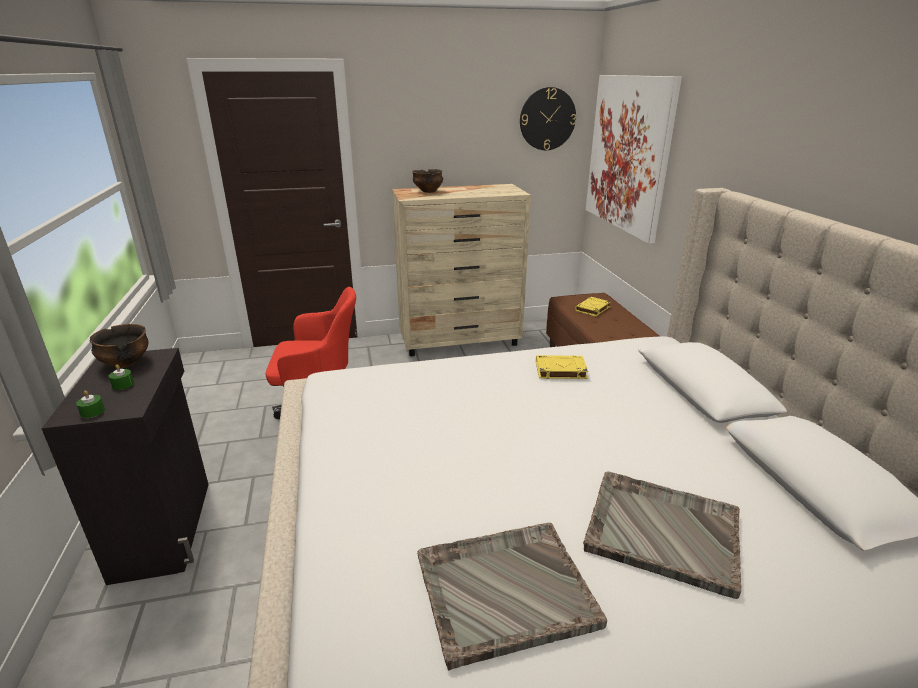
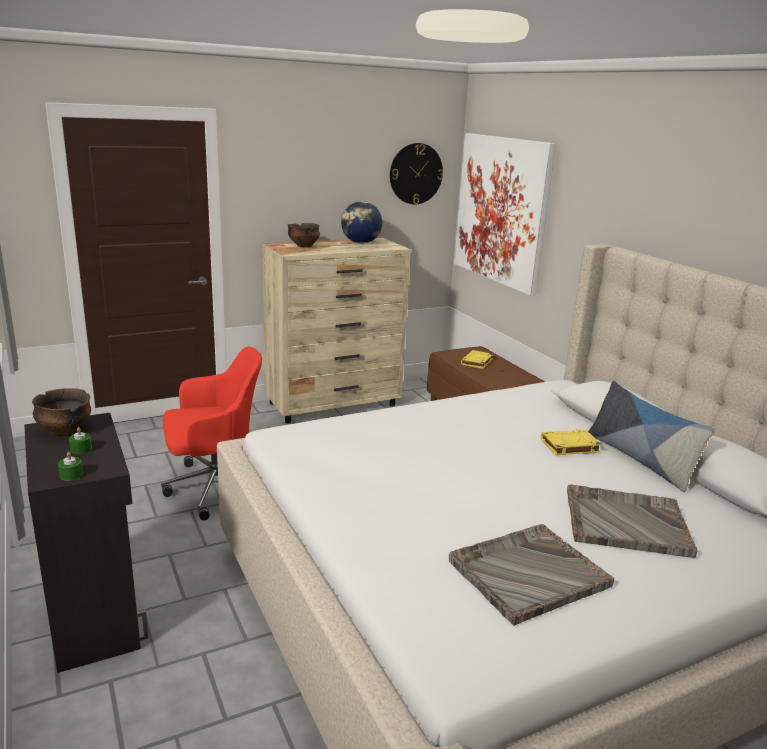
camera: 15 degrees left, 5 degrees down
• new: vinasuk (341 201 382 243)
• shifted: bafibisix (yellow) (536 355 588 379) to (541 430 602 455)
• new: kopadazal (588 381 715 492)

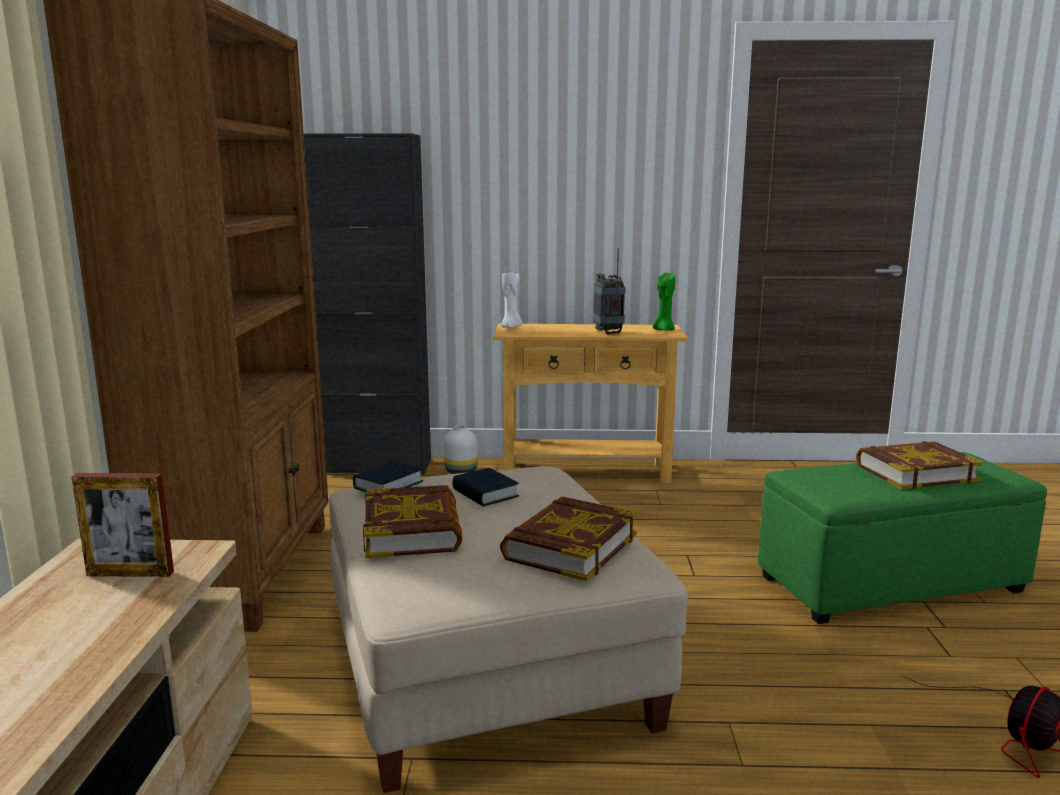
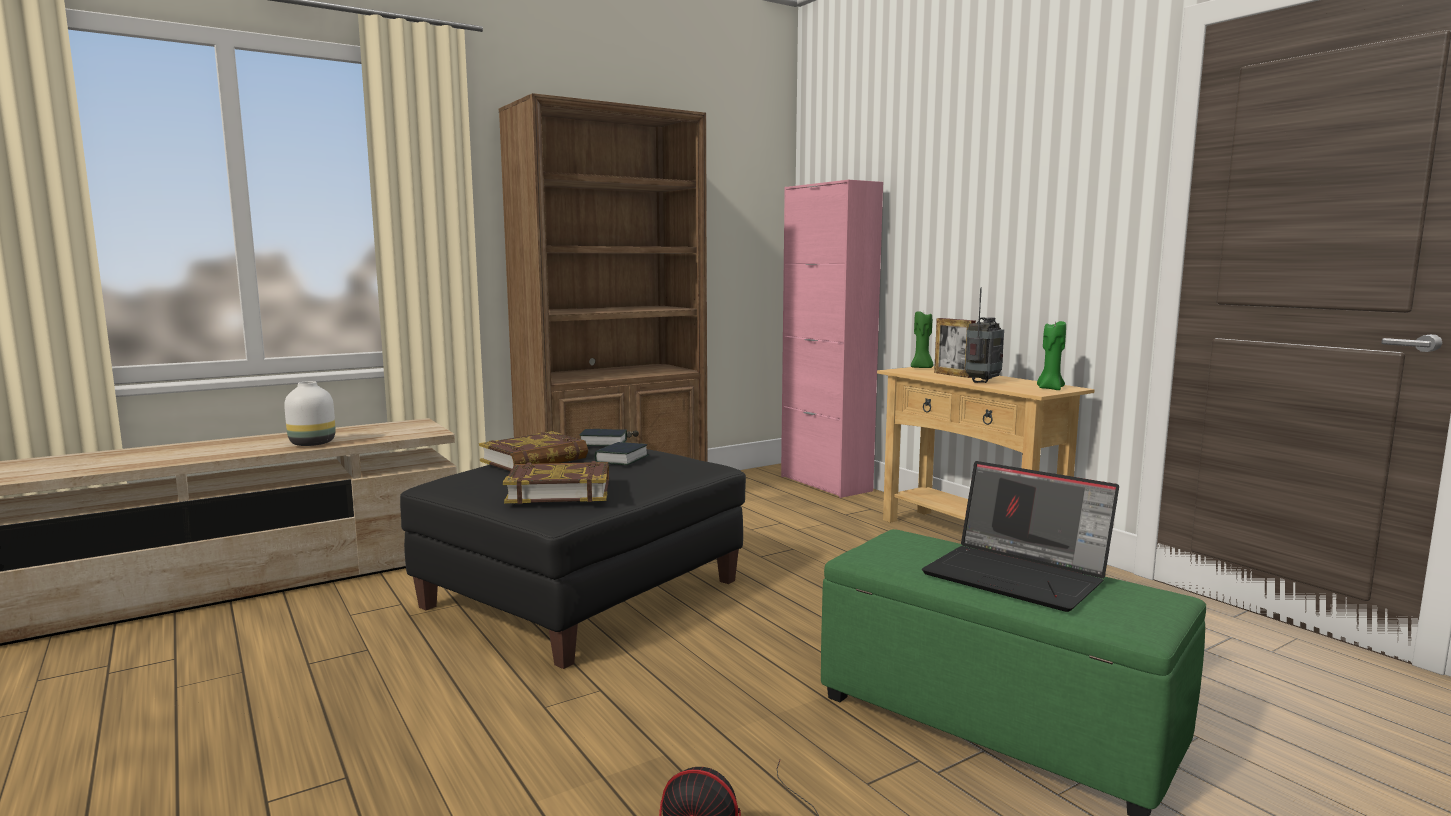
camera: 55 degrees right, 5 degrees down
• shifted: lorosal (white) (444 425 478 474) to (284 381 336 446)
• repainted: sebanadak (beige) (329 466 688 793) to sebanadak (black) (400 446 746 669)
• repainted: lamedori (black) (304 133 431 475) to lamedori (pink) (781 180 883 498)
• repainted: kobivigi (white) (501 271 522 328) to kobivigi (green) (911 311 933 368)
• swapped: bafibisix (856 441 983 489) to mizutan (922 461 1119 612)
• shifted: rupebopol (72 473 174 577) to (934 318 976 378)

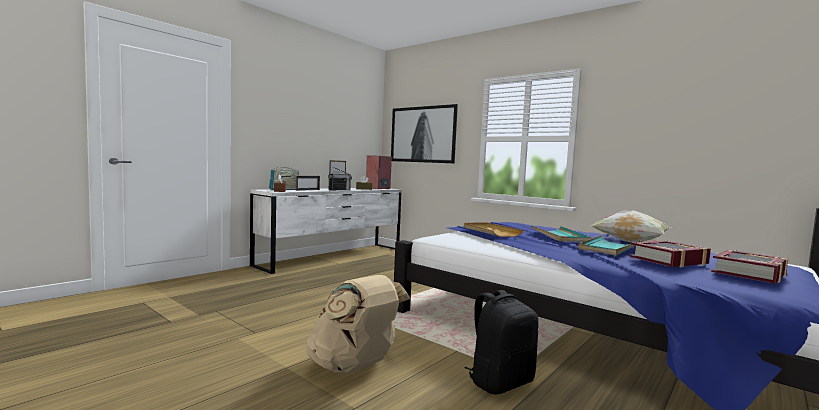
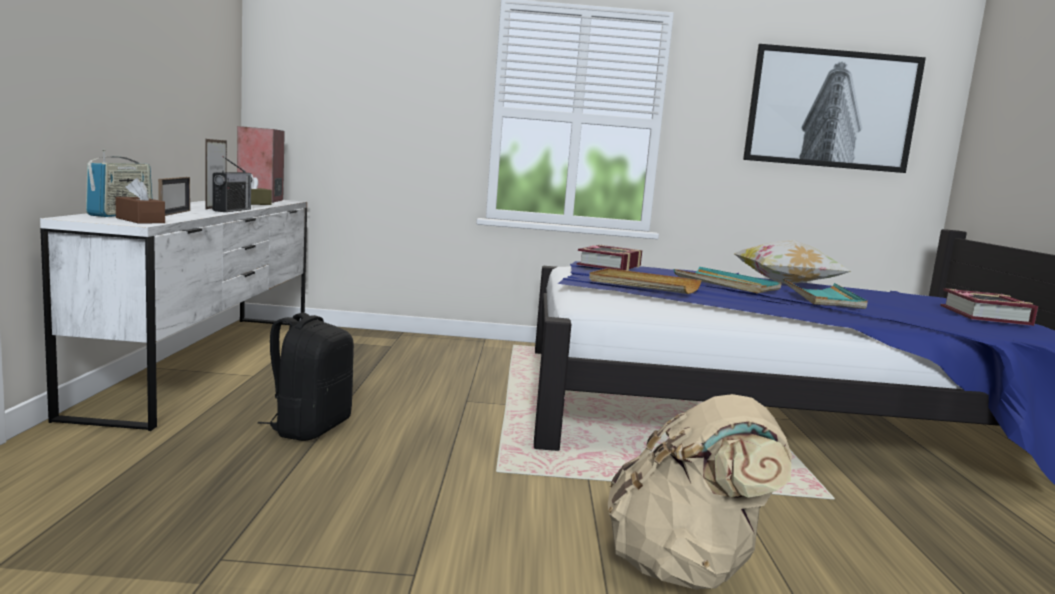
camera: 40 degrees left, 5 degrees up
• shifted: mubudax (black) (465 290 539 394) to (258 313 354 441)
• shifted: bafibisix (630 240 711 267) to (576 245 642 271)
• shifted: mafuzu (391 104 458 163) to (743 44 926 173)

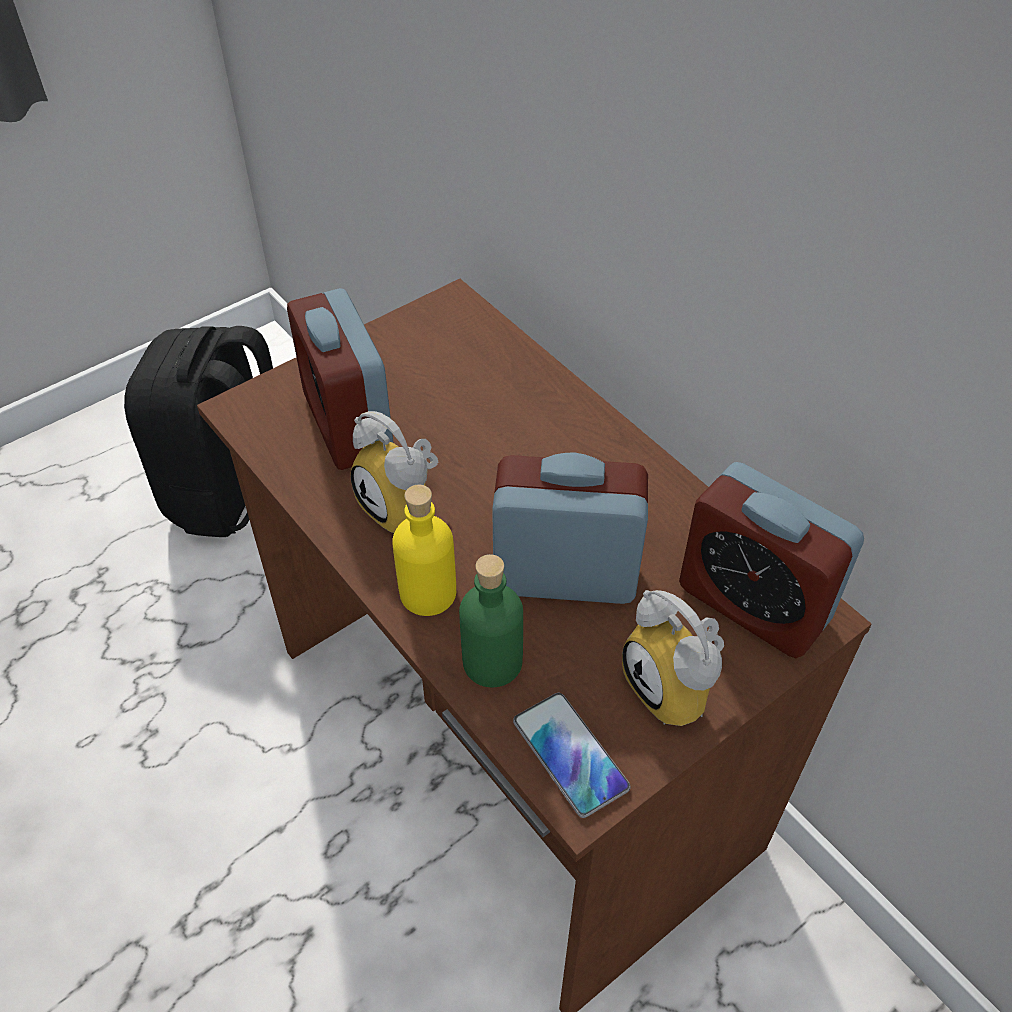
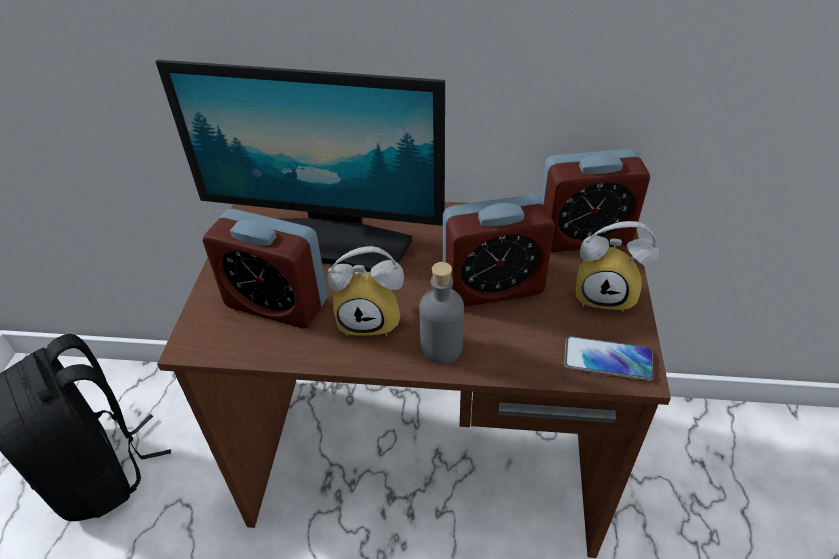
camera: 45 degrees left, 5 degrees down
• new: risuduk (156 60 445 272)
• repainted: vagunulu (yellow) (392 485 456 616) to vagunulu (grey) (419 262 464 364)
• rotated: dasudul (492 452 648 604) = (443 194 555 307) 150 degrees counterclockwise
• gone: vagunulu (green) (459 554 523 687)

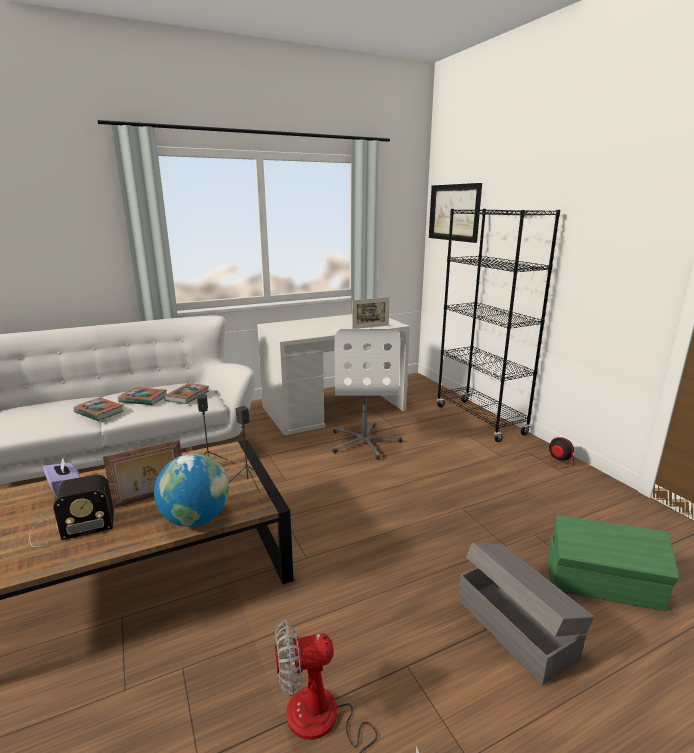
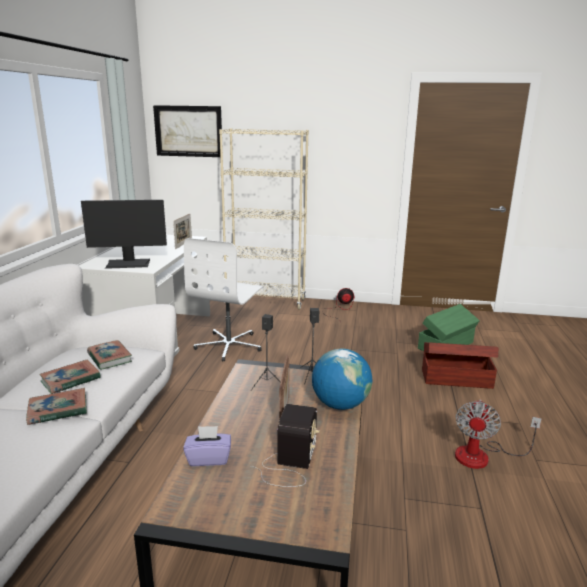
camera: 55 degrees left, 0 degrees up
• new: risuduk (81 200 167 269)
• rotated: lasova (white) (332 329 402 460) = (184 238 264 361) 75 degrees clockwise
• repainted: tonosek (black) (437 209 560 442) to tonosek (beige) (219 128 309 310)
• repainted: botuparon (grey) (458 542 594 685) to botuparon (brown) (422 342 498 389)

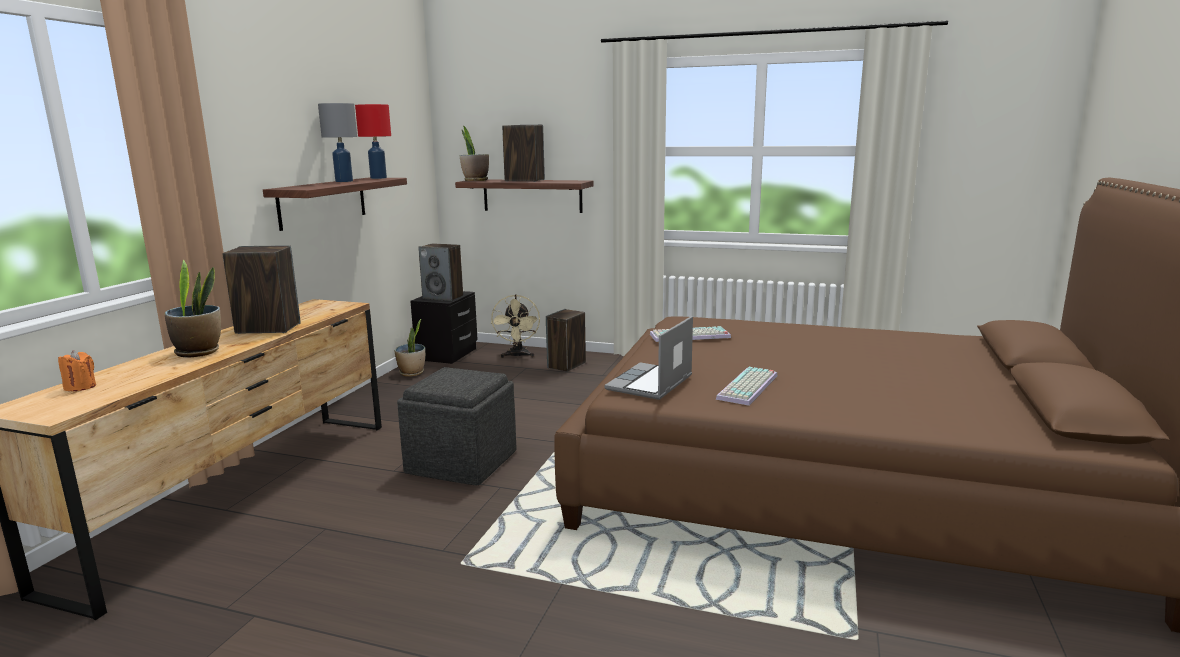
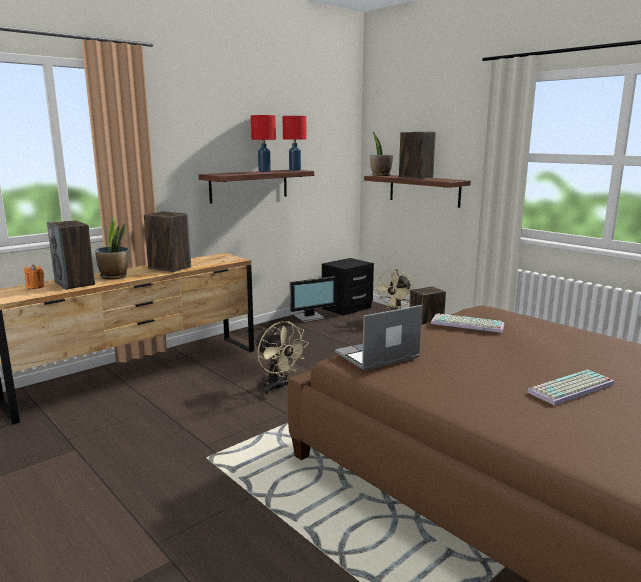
camera: 30 degrees right, 0 degrees up
• shifted: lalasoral (418 243 463 301) to (47 220 95 290)
• repainted: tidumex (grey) (318 103 357 182) to tidumex (red) (251 115 276 172)
• swapped: sebanadak (grey) (397 367 516 486) to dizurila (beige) (254 321 309 394)
• swapped: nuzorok (394 319 425 377) to risuduk (290 276 336 322)
• shifted: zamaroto (716 367 777 406) to (527 370 614 406)

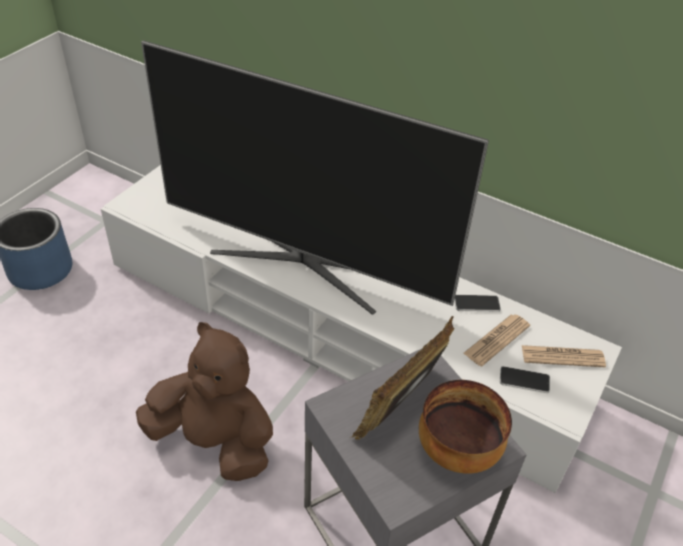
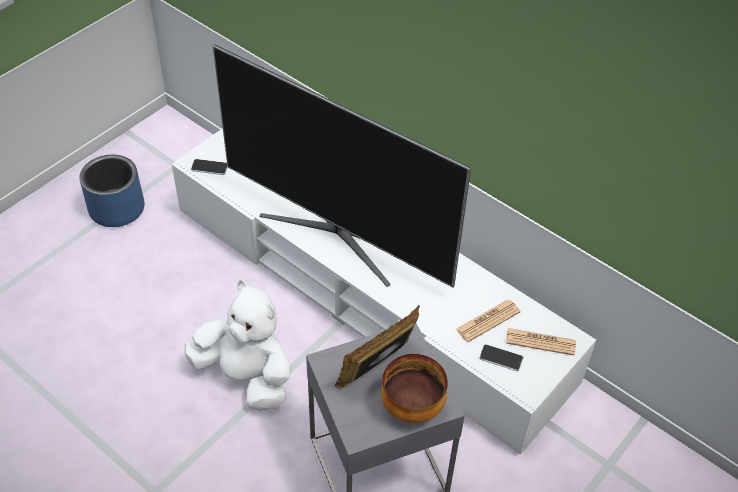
camera: 10 degrees right, 5 degrees up
• repainted: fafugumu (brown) (136 322 273 481) to fafugumu (white) (185 280 291 411)
• shifted: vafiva (454 295 501 312) to (191 159 228 175)

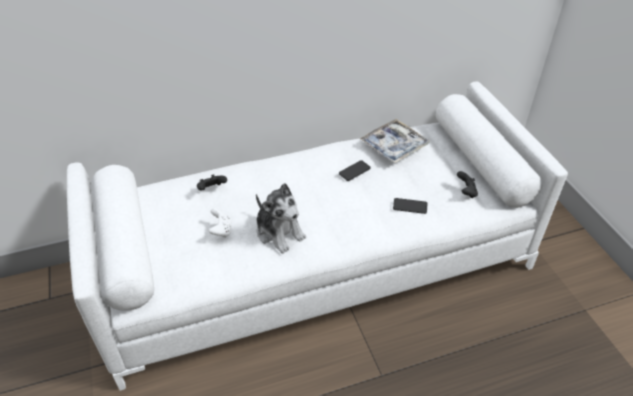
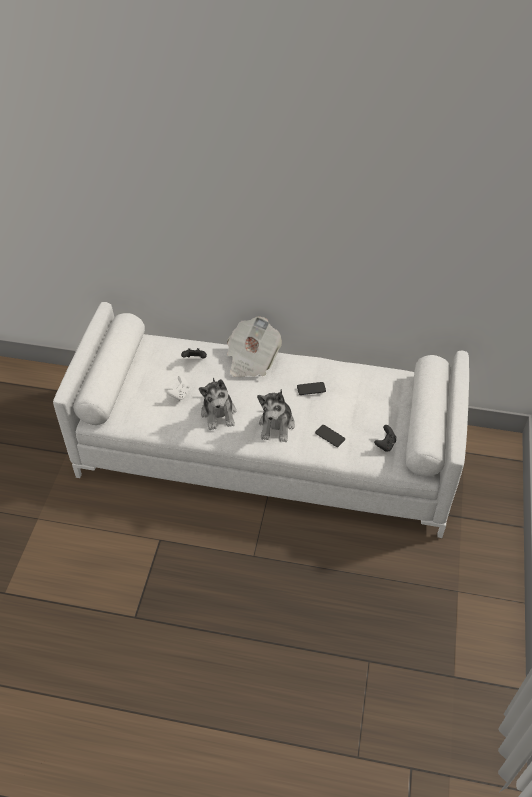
camera: 30 degrees right, 5 degrees up
• new: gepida (227 316 282 377)
• new: fafugumu (257 389 295 442)
• gone: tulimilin (360 119 430 164)

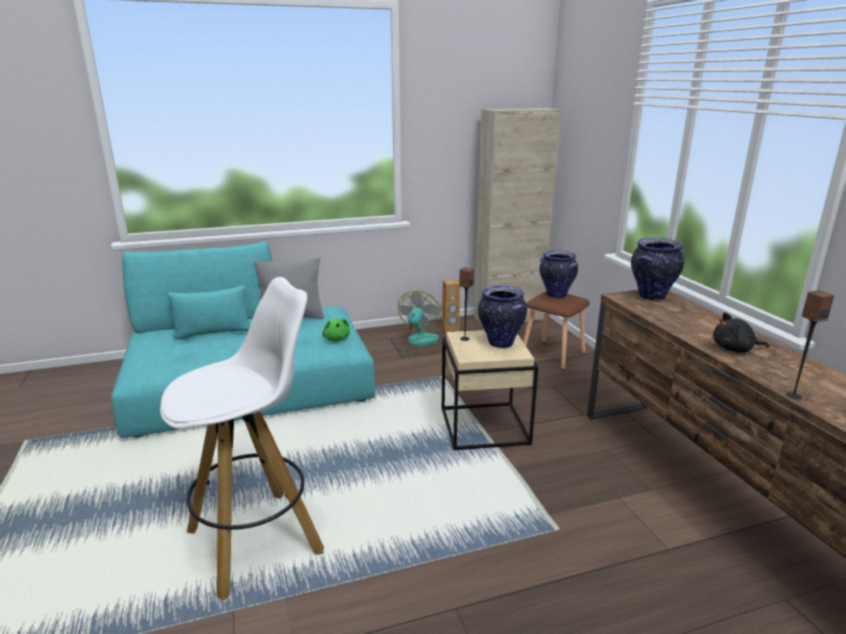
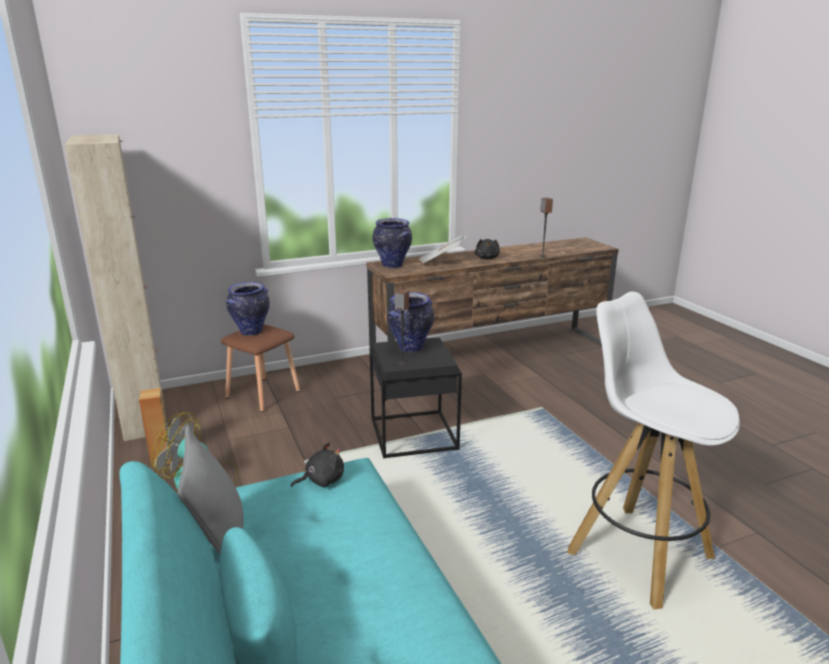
camera: 95 degrees left, 0 degrees up
• repainted: fafugumu (green) (322 319 350 341) to fafugumu (black) (291 442 344 487)
• repainted: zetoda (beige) (442 330 538 451) to zetoda (black) (370 337 462 458)
• new: gepida (419 235 466 263)

